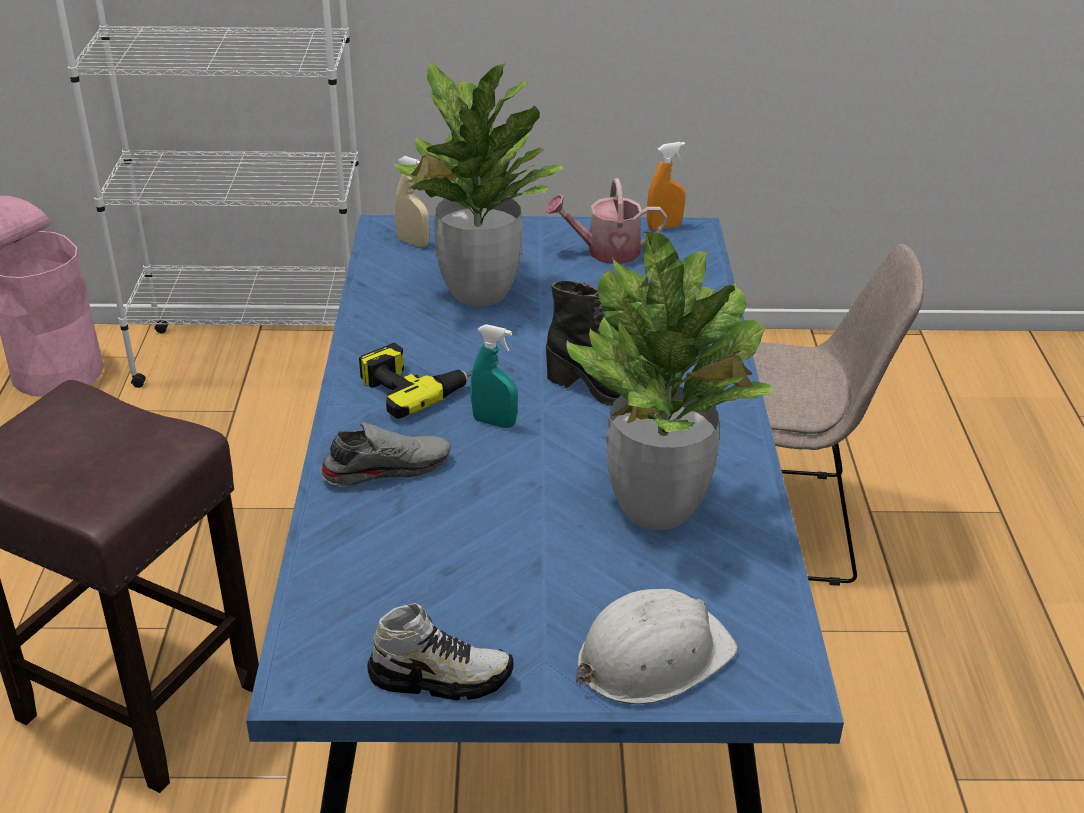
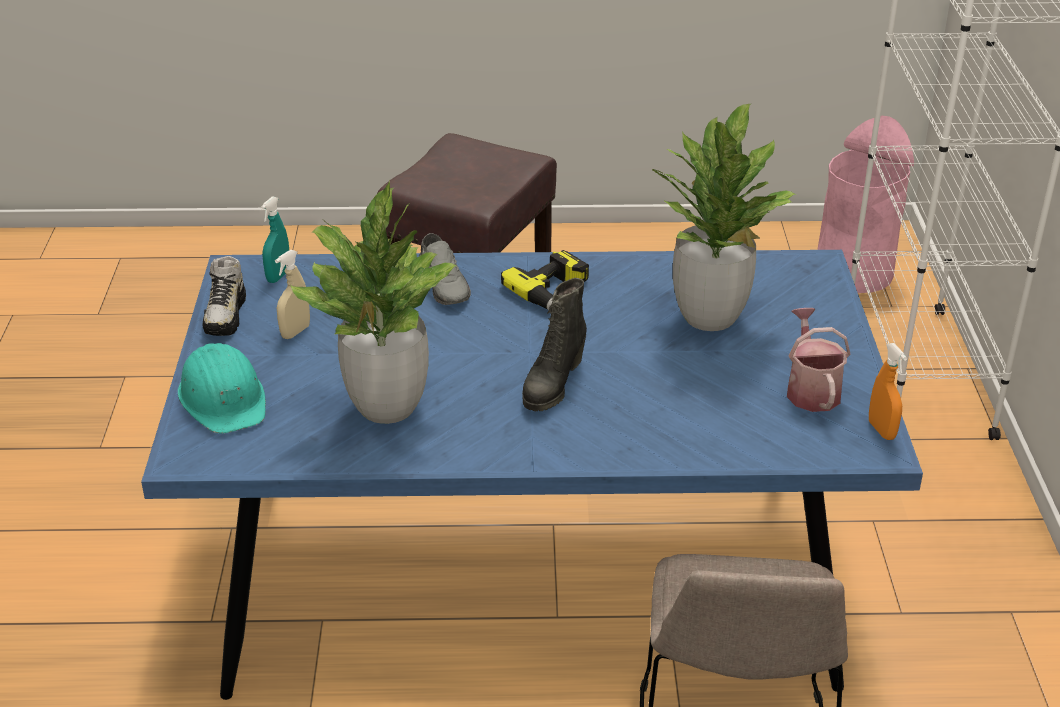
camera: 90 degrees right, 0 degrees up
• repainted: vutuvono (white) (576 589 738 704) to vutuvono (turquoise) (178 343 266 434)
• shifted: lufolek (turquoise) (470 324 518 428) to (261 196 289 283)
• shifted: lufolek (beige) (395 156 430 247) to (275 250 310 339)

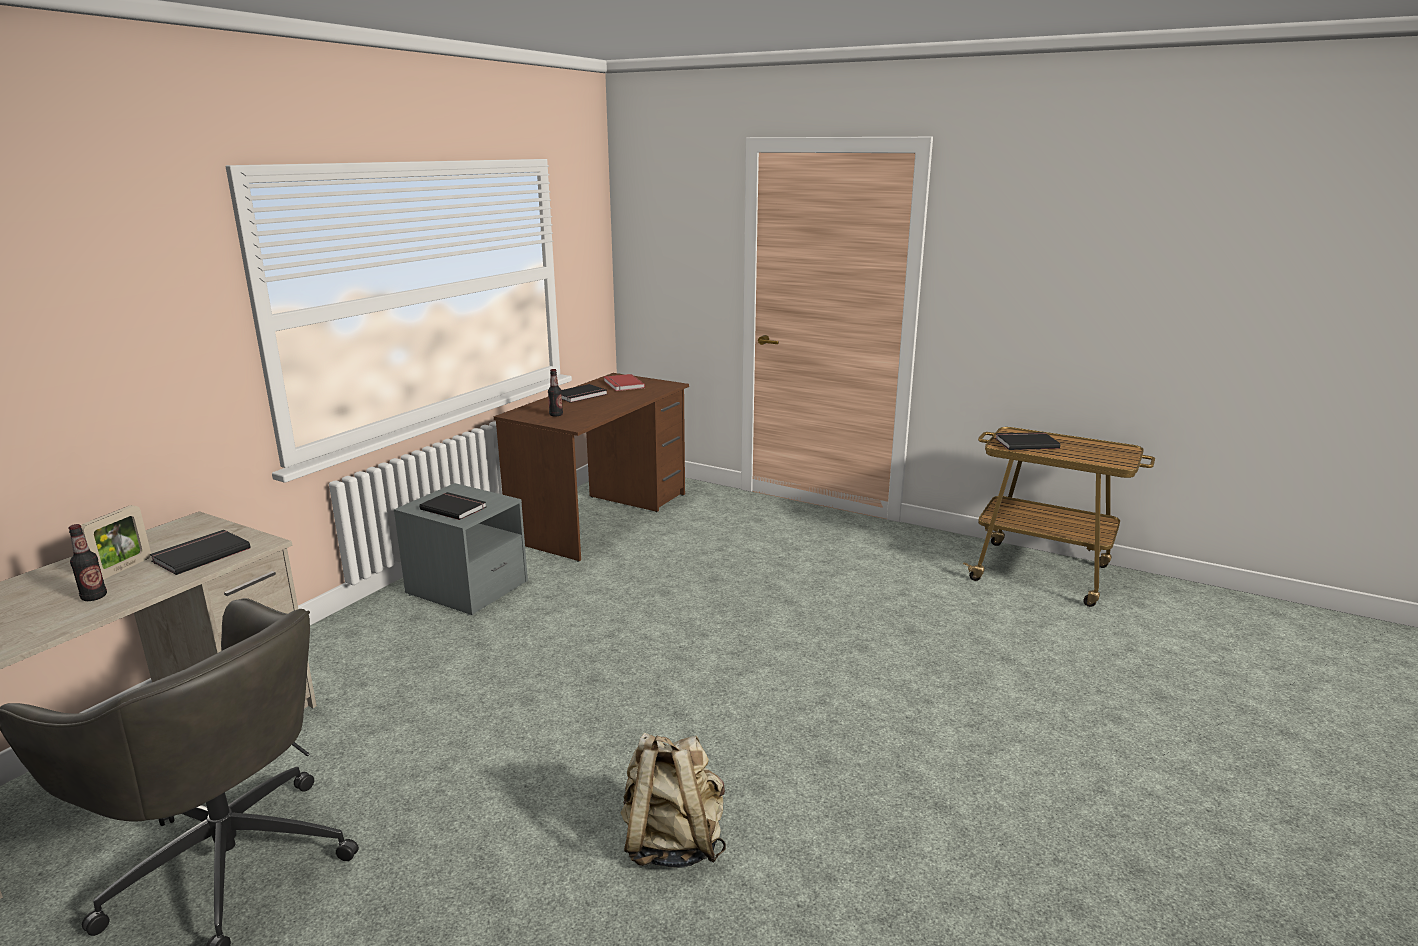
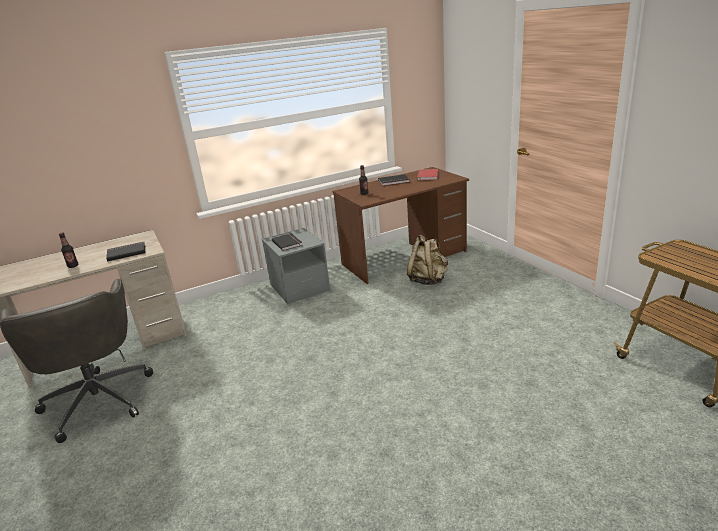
camera: 35 degrees right, 5 degrees up
• shifted: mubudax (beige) (620 733 726 868) to (407 235 448 285)
• gone: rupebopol (81 505 151 580)
• gone: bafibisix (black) (995 432 1060 450)

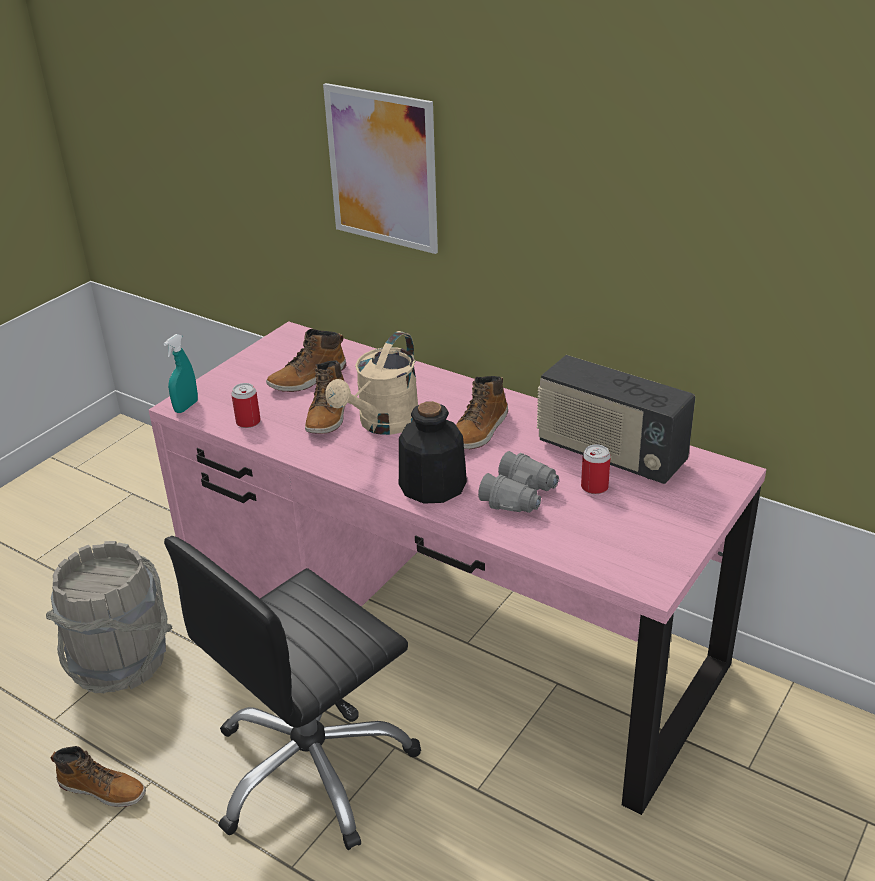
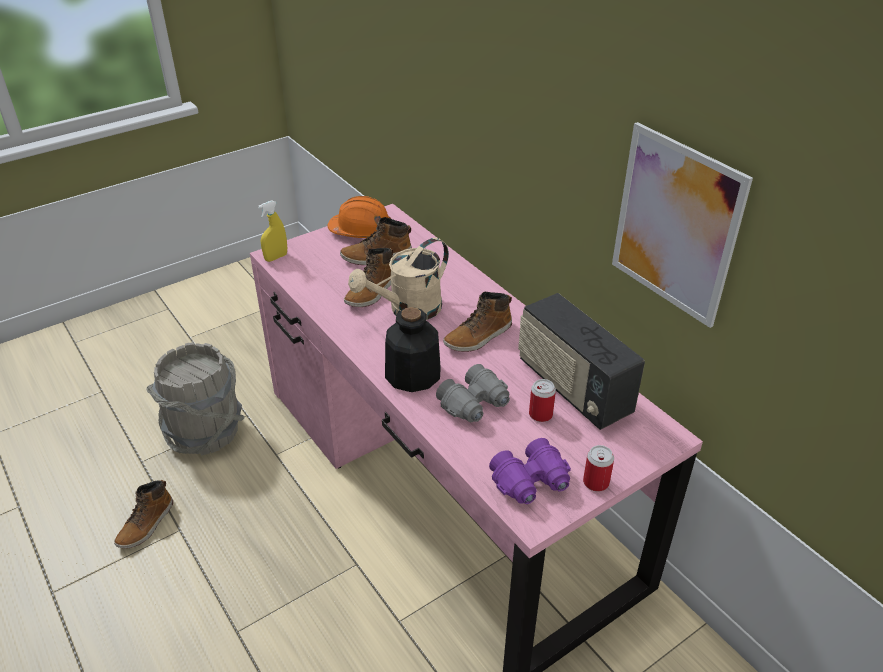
camera: 20 degrees right, 5 degrees up
• rotated: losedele (50 746 146 807) = (114 480 173 549) 75 degrees clockwise
• repainted: lufolek (turquoise) (163 334 198 413) to lufolek (yellow) (258 200 287 262)
• new: vutuvono (orange) (328 196 391 238)
• new: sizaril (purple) (489 438 571 504)
• shifted: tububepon (231 383 261 428) to (583 445 614 492)
• shifted: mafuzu (323 83 438 254) to (612 122 753 328)
• gone: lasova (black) (164 536 421 850)

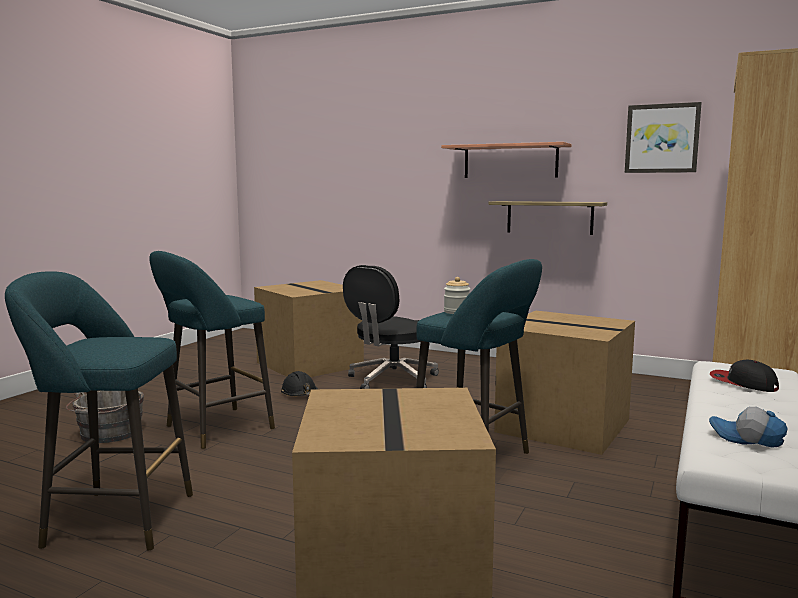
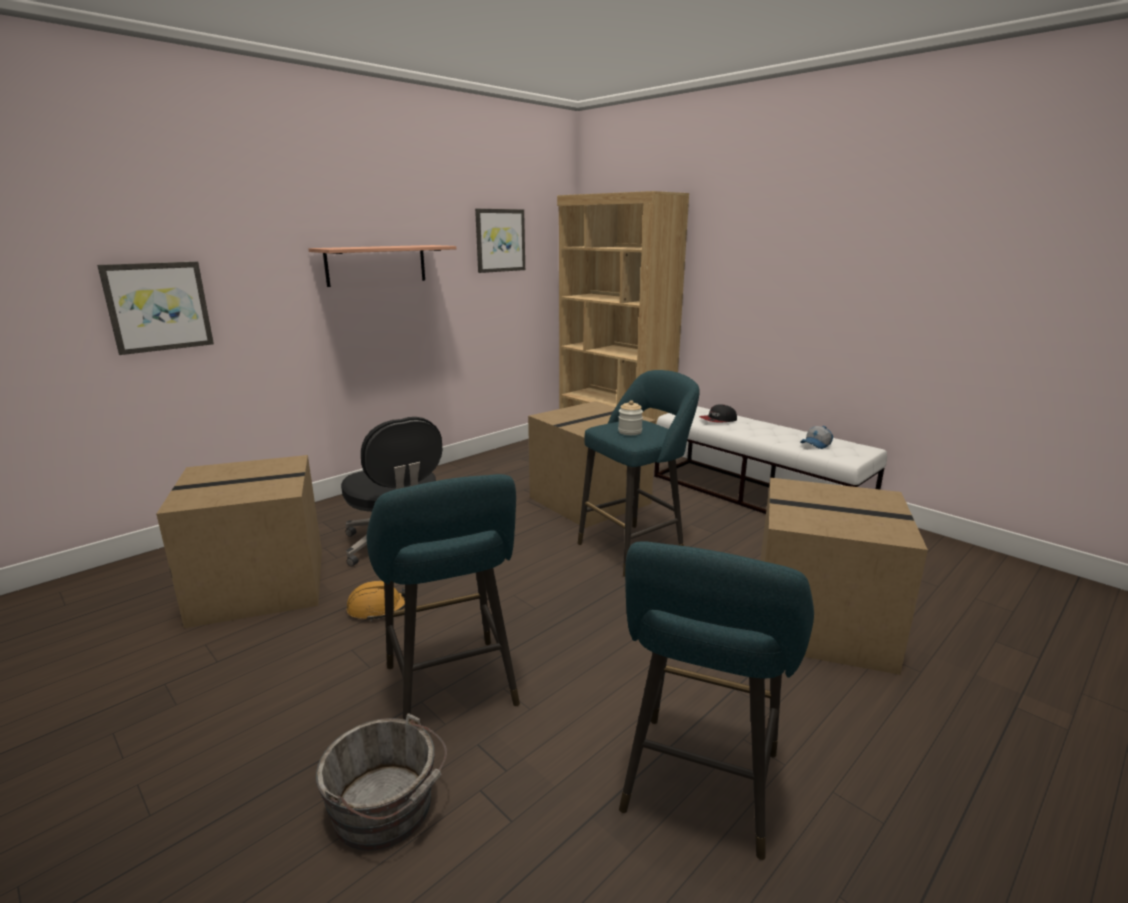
camera: 70 degrees left, 10 degrees up
• new: mafuzu (97 261 214 355)
• repainted: vutuvono (black) (281 371 318 396) to vutuvono (orange) (346 581 405 621)
• gone: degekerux (488 201 607 235)

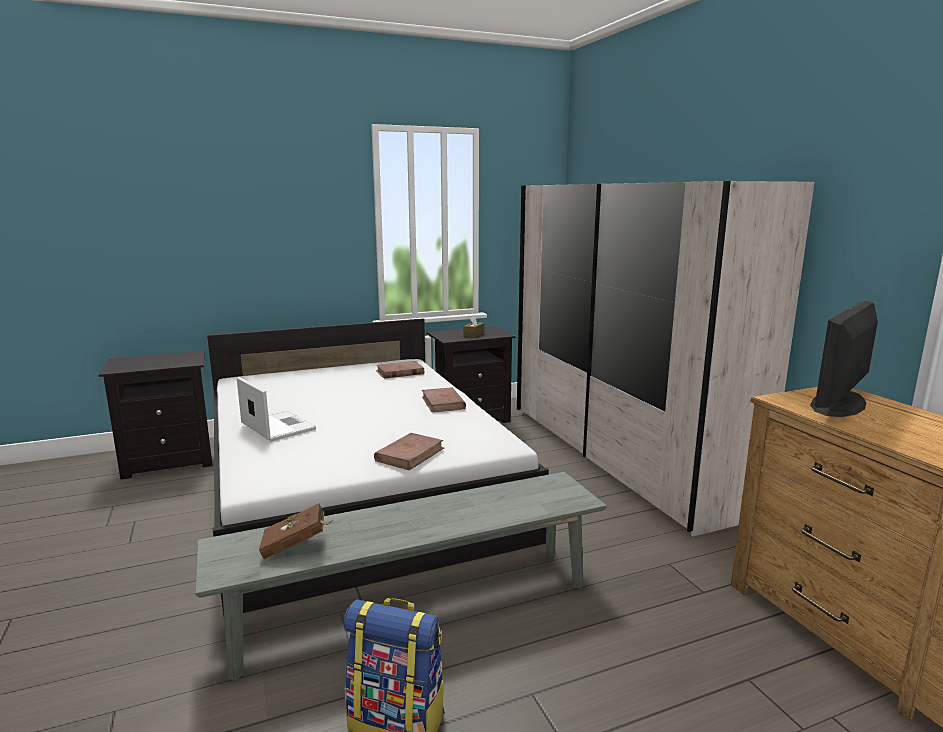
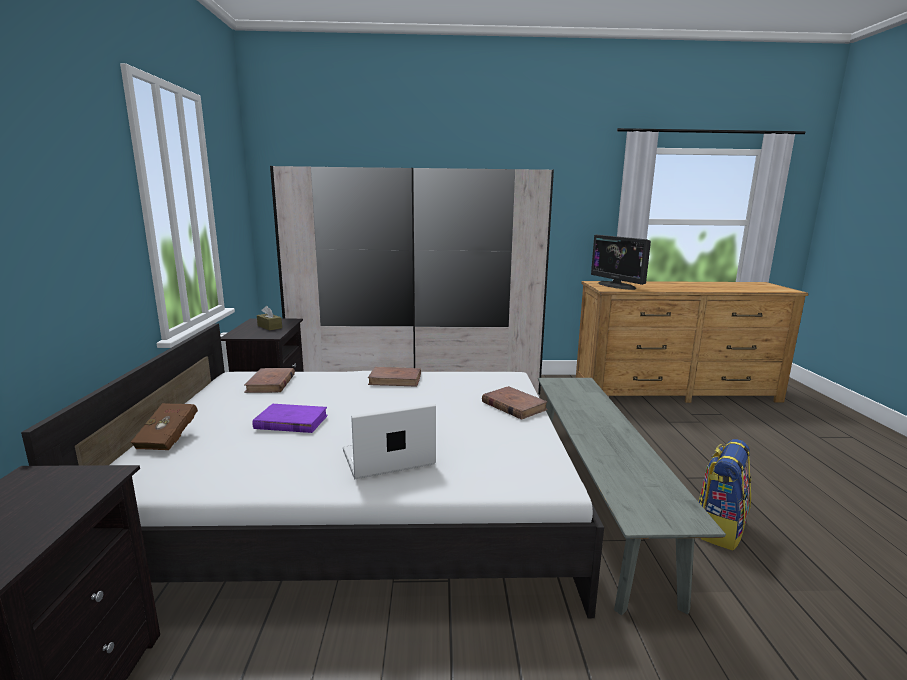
camera: 70 degrees left, 0 degrees up
• shifted: bafibisix (brown) (259 503 334 559) to (131 403 198 450)
• new: bafibisix (purple) (252 404 328 433)

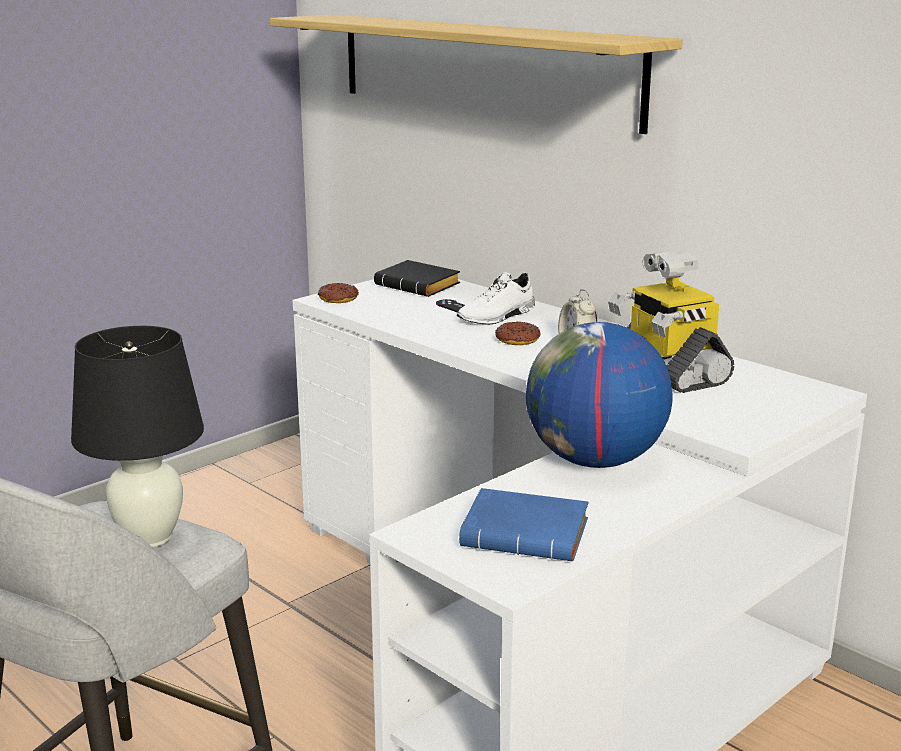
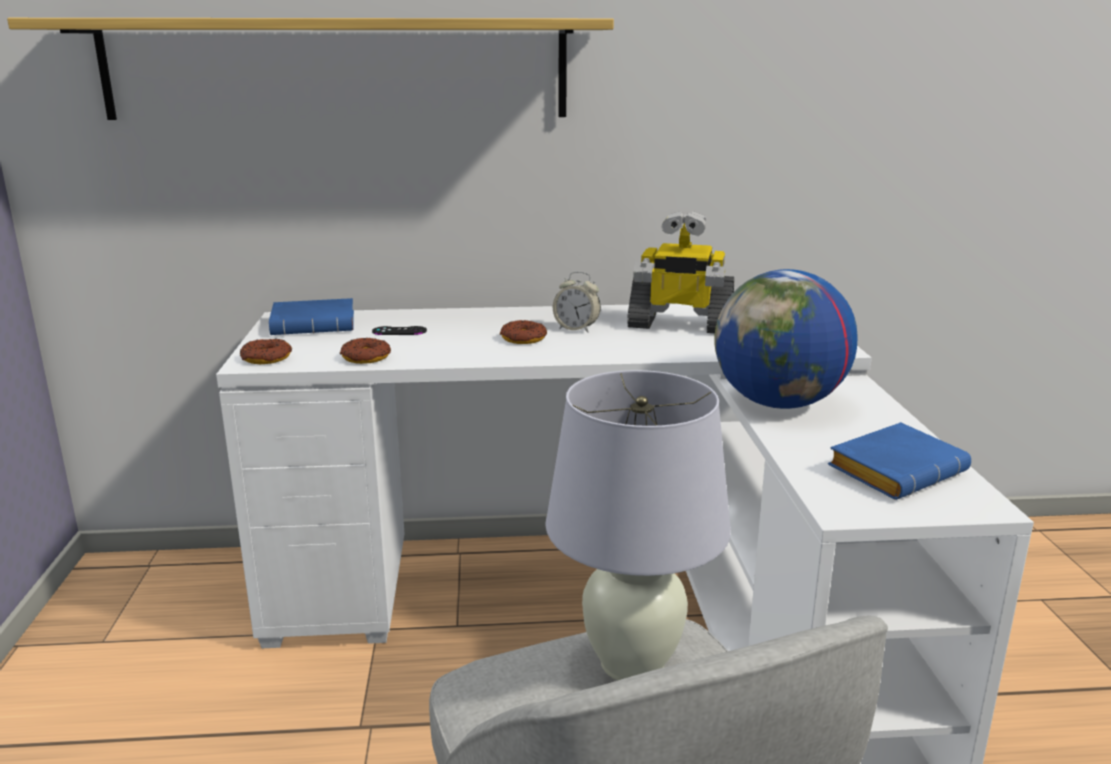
camera: 50 degrees left, 0 degrees up
• repainted: bafibisix (black) (374 260 460 297) to bafibisix (blue) (269 298 354 335)
• new: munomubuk (339 338 391 364)
• repainted: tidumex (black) (71 326 204 547) to tidumex (white) (546 370 731 681)
• gone: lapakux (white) (457 272 535 325)

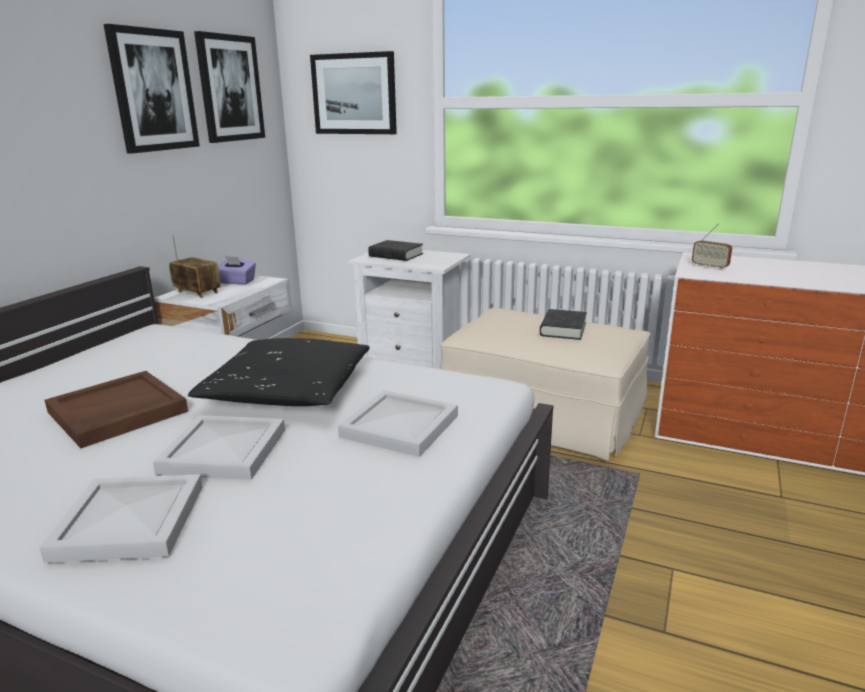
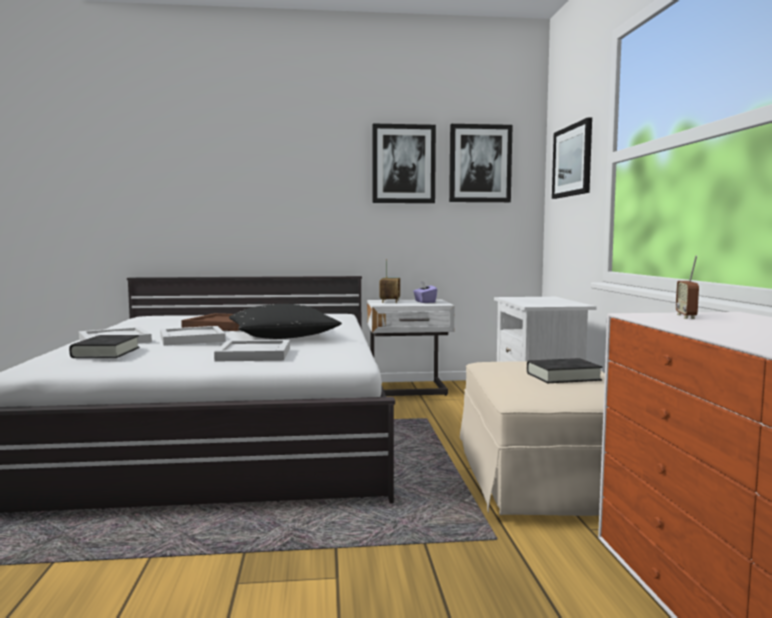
camera: 60 degrees right, 15 degrees down
• shifted: bafibisix (black) (368 240 423 261) to (69 335 139 358)

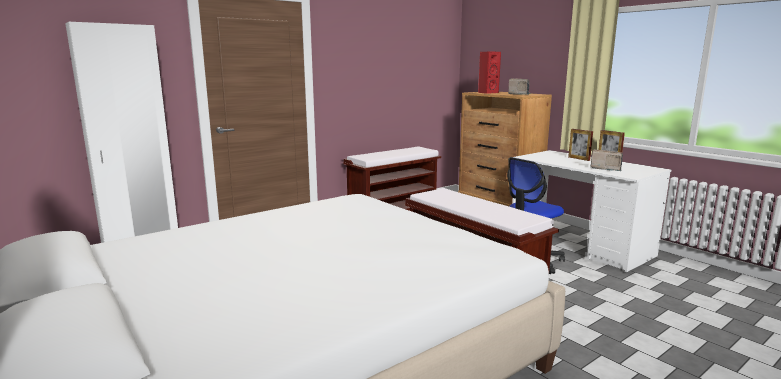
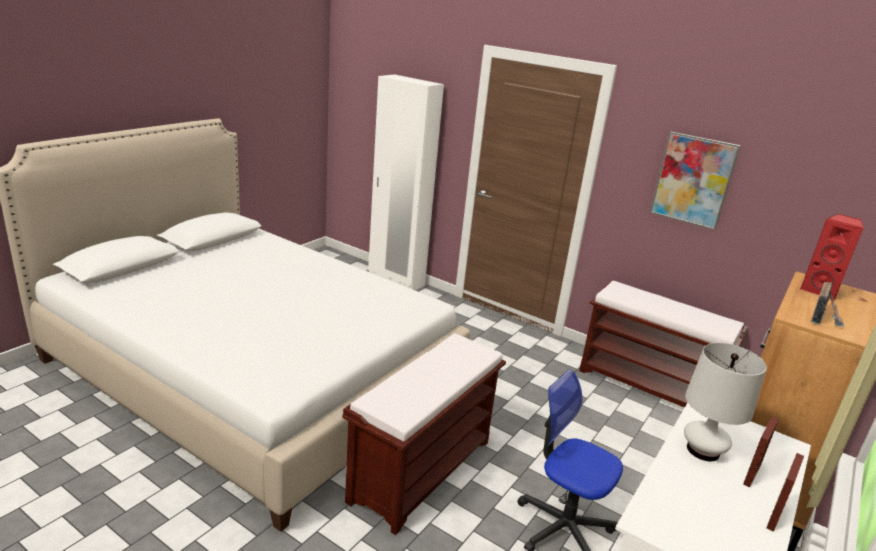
camera: 70 degrees right, 10 degrees up
• new: mafuzu (650 132 741 230)
• new: tidumex (white) (684 343 767 461)
• gone: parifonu (590 149 623 171)

